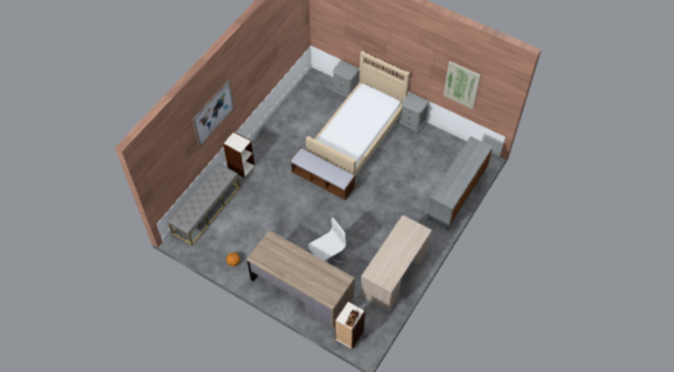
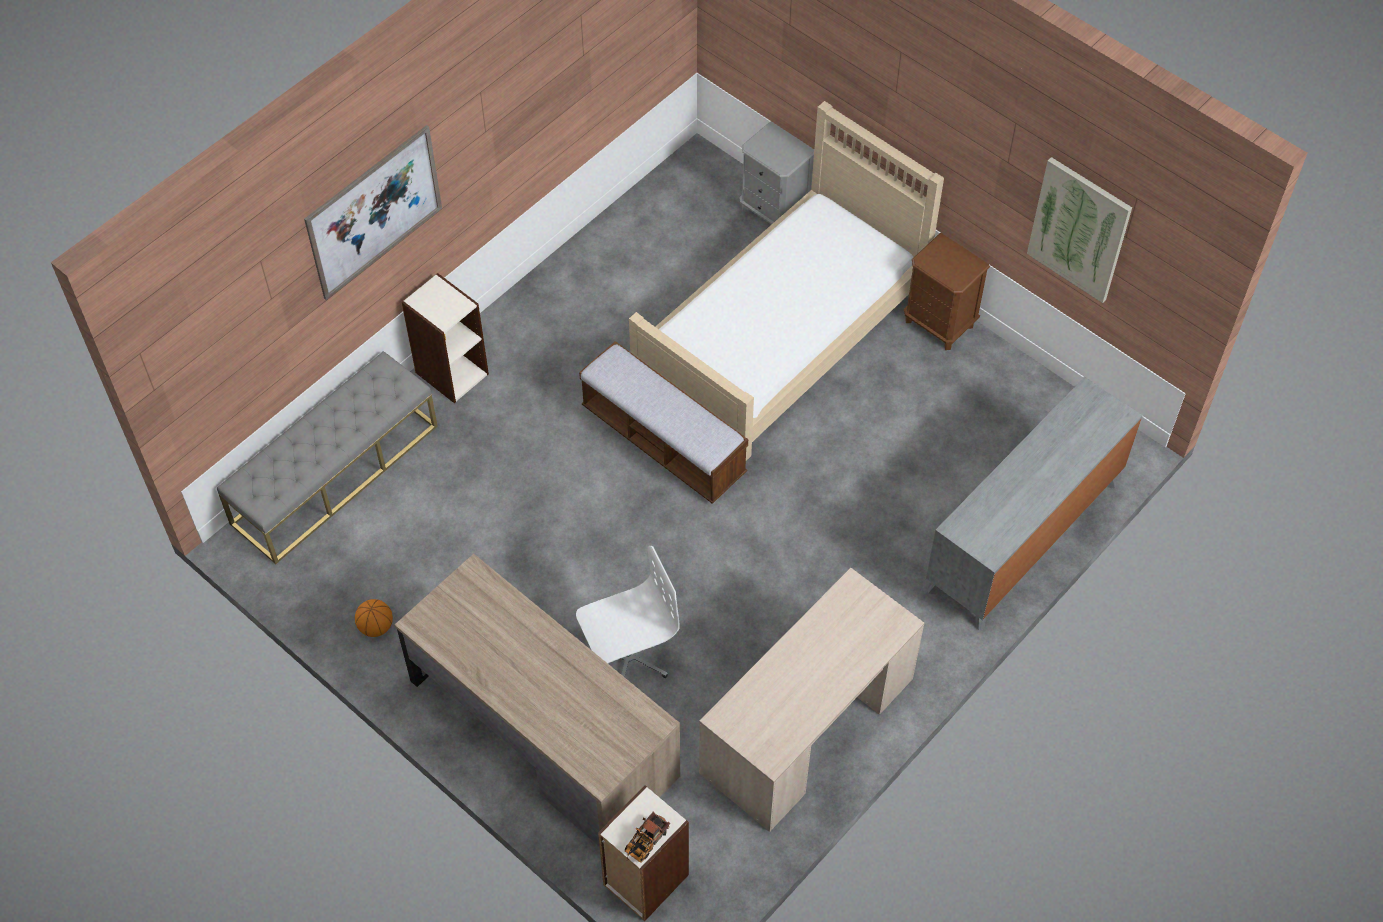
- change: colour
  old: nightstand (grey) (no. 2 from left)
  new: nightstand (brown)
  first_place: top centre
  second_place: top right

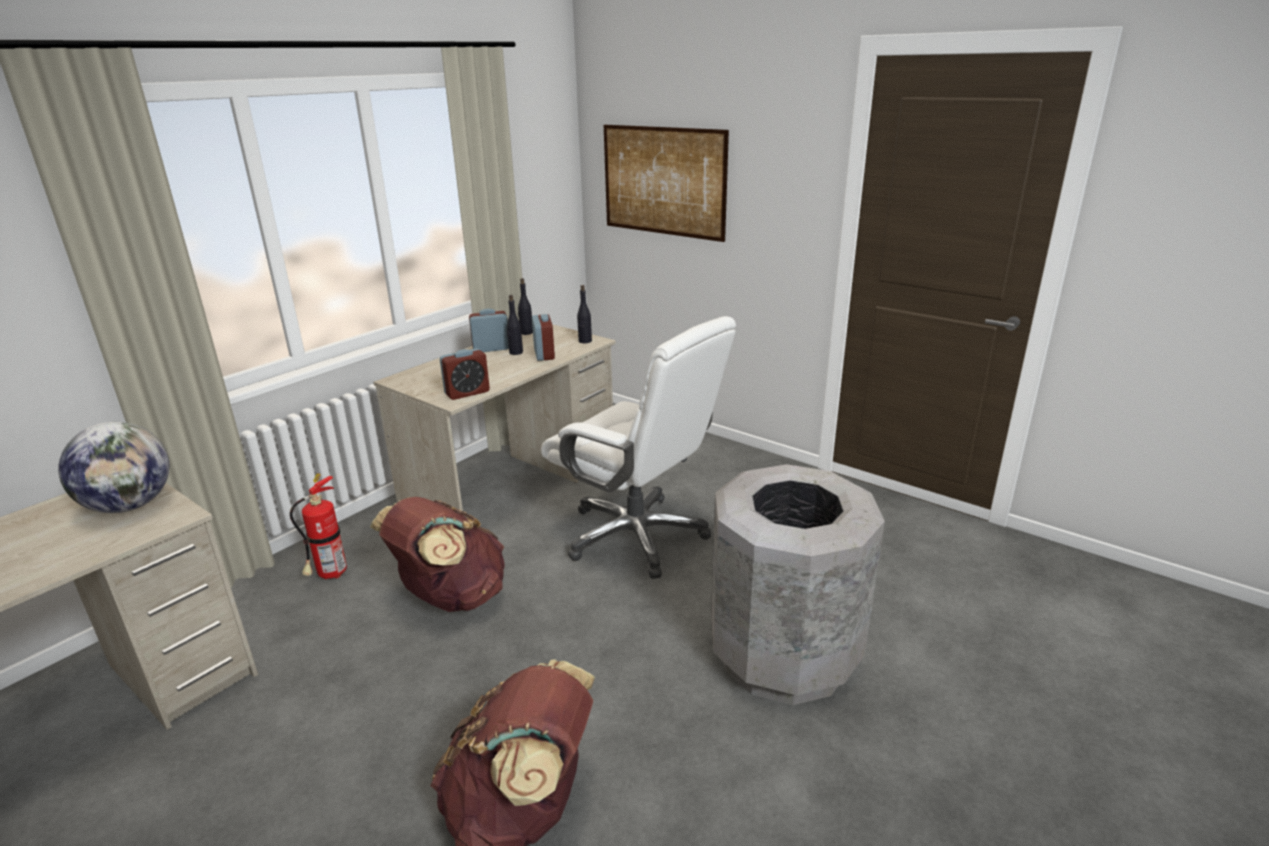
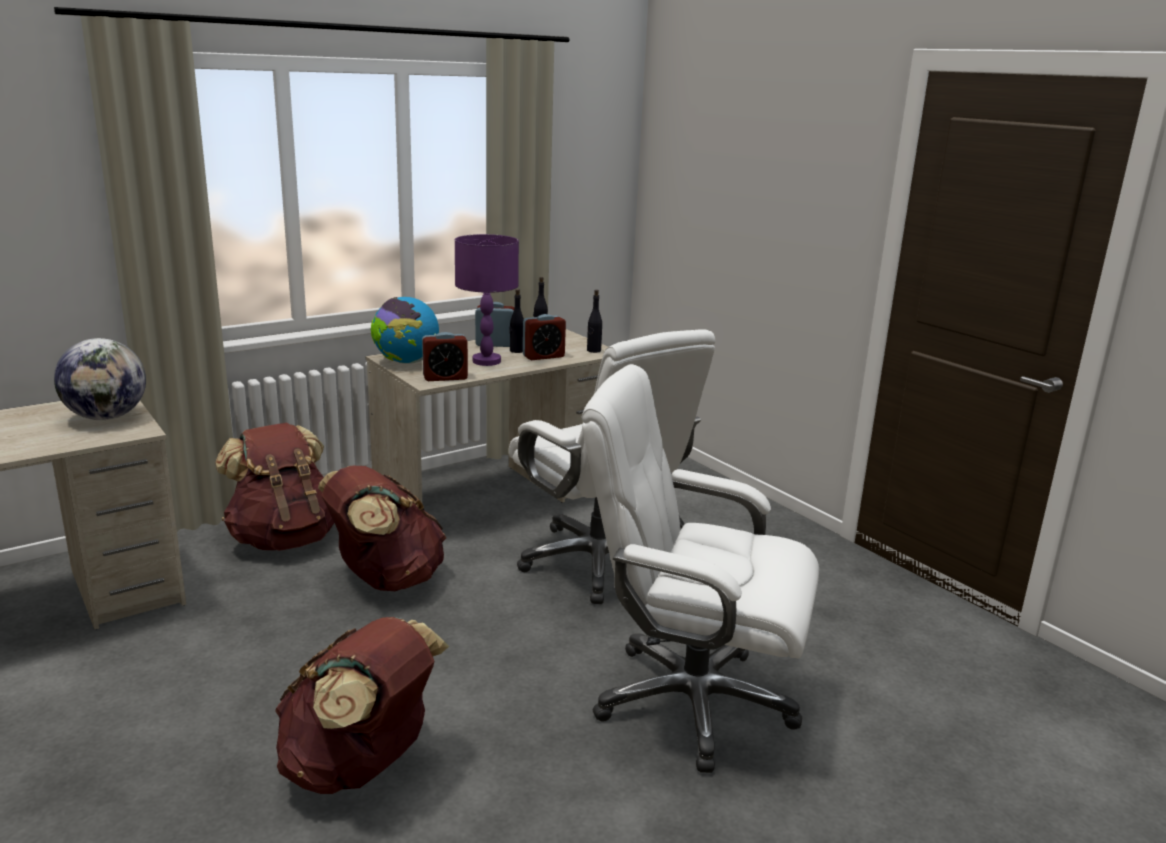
- change: exchanged
  old: fire extinguisher
  new: backpack (brown) (no. 1 from left)
  first_place: middle left
  second_place: middle left
- change: appeared
  new: globe (no. 2 from left)
  second_place: centre
- change: appeared
  new: table lamp (purple)
  second_place: centre
- change: spun
  old: alarm clock (no. 3 from left)
  first_place: centre
  second_place: centre
  degrees: 60
- change: exchanged
  old: trash can (grey)
  new: office chair (white) (no. 2 from left)
  first_place: bottom centre
  second_place: bottom centre
- change: missing
  old: picture
  first_place: top centre

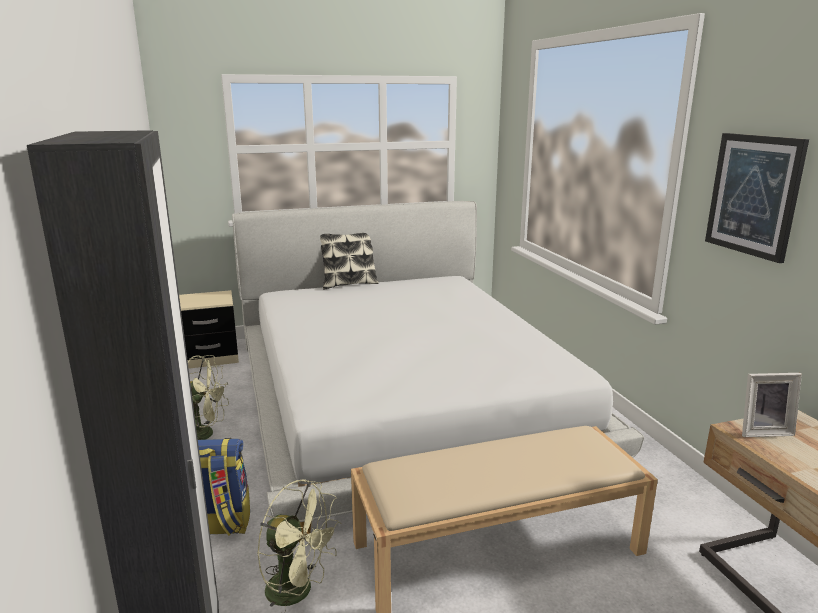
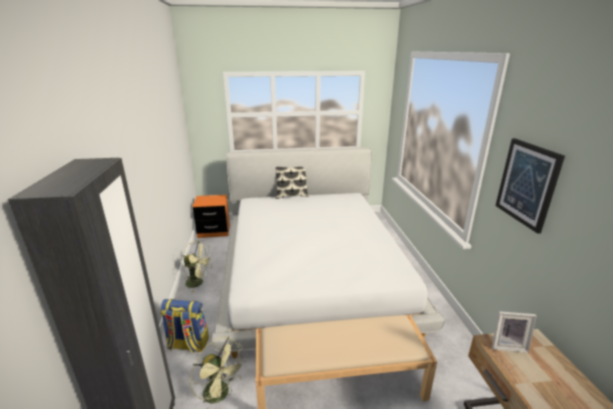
- change: colour
  old: nightstand (beige) (no. 1 from left)
  new: nightstand (orange)
  first_place: middle left
  second_place: centre

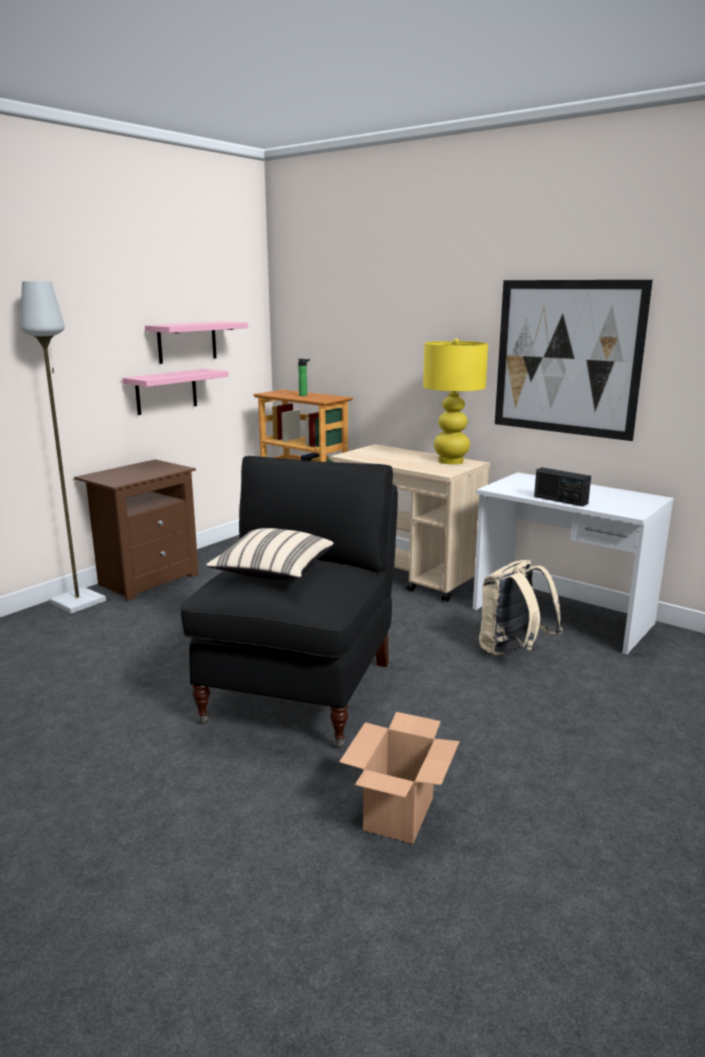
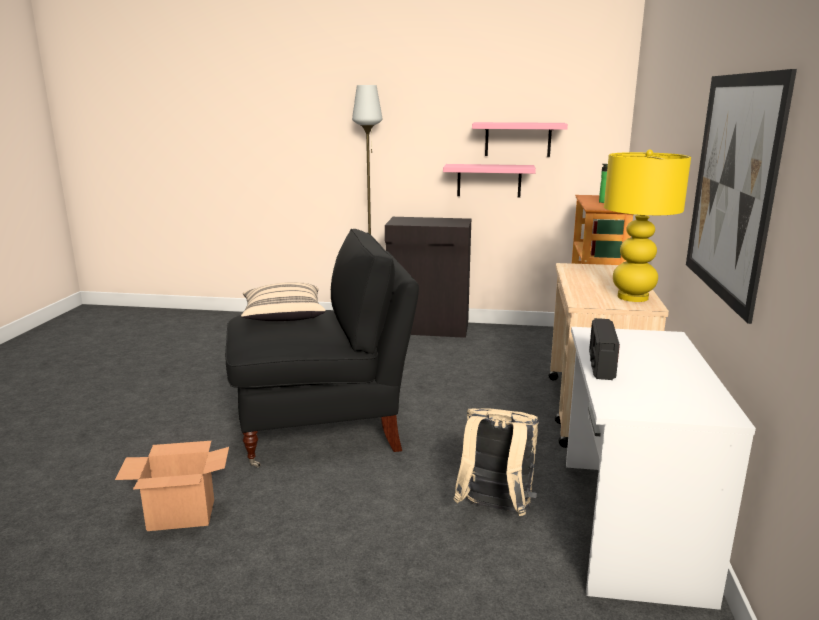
- change: exchanged
  old: nightstand (brown)
  new: cabinet (black)
  first_place: middle left
  second_place: centre

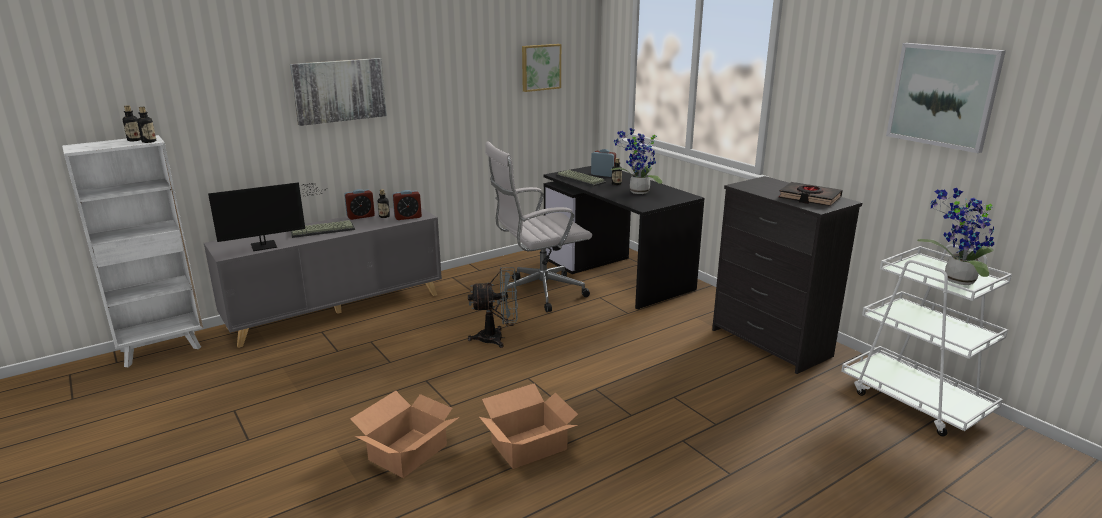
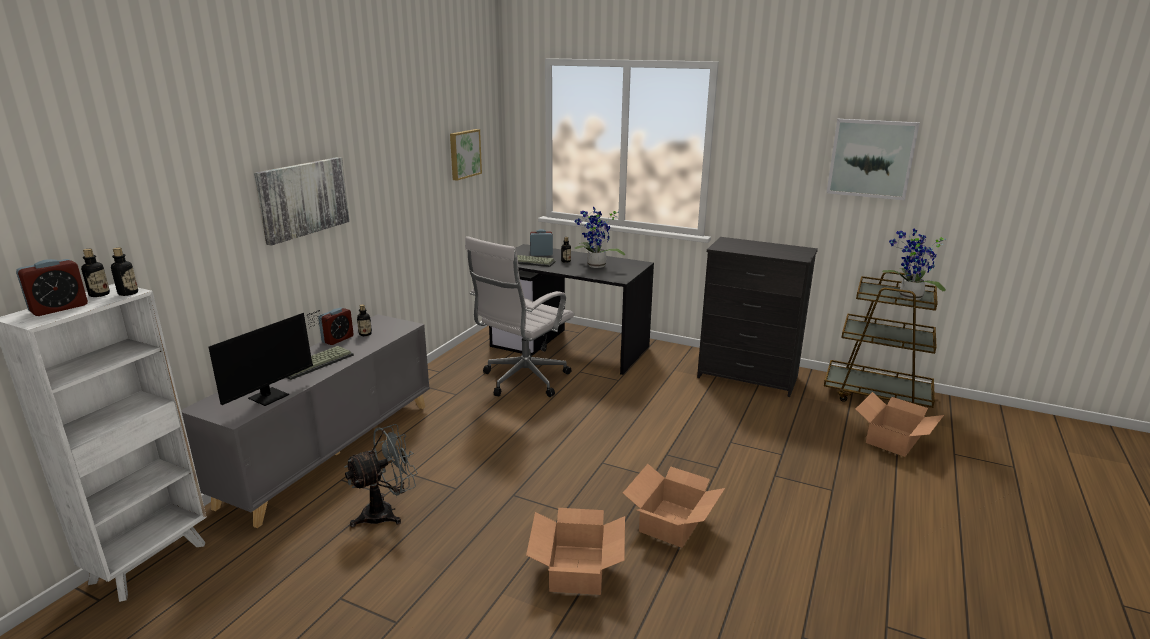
- change: relocated
  old: alarm clock (no. 2 from left in the first image)
  new: alarm clock (no. 1 from left)
  first_place: centre
  second_place: middle left
- change: relocated
  old: fan (grey)
  first_place: centre
  second_place: bottom left
- change: colour
  old: cart (white)
  new: cart (brown)
  first_place: middle right
  second_place: middle right
- change: appeared
  new: cardboard box (no. 3 from left)
  second_place: middle right
- change: missing
  old: book (black)
  first_place: middle right

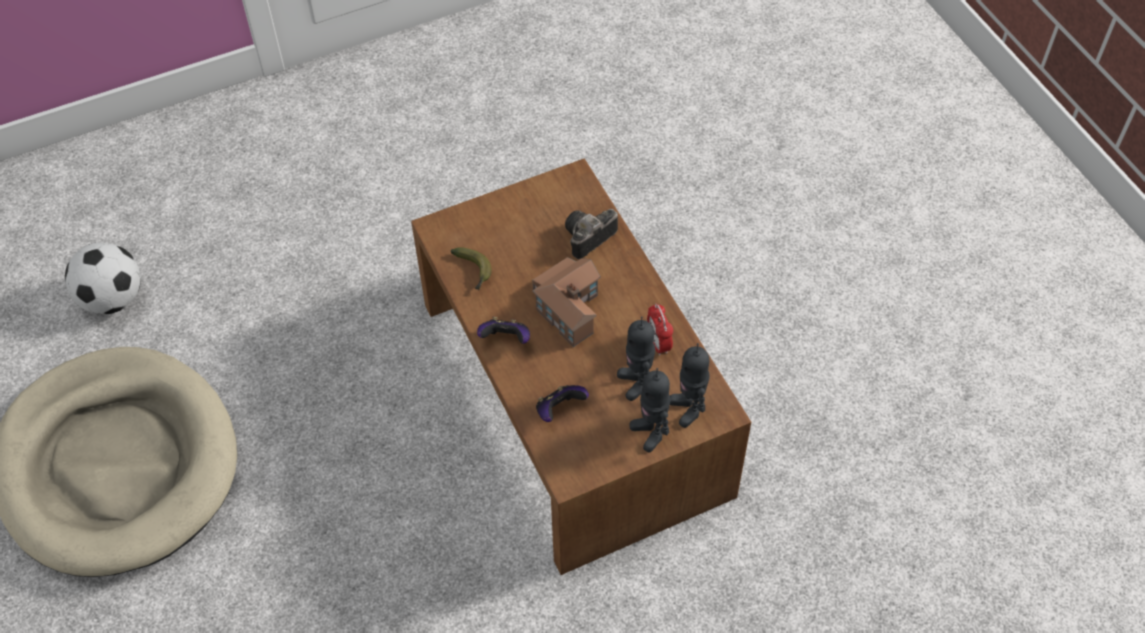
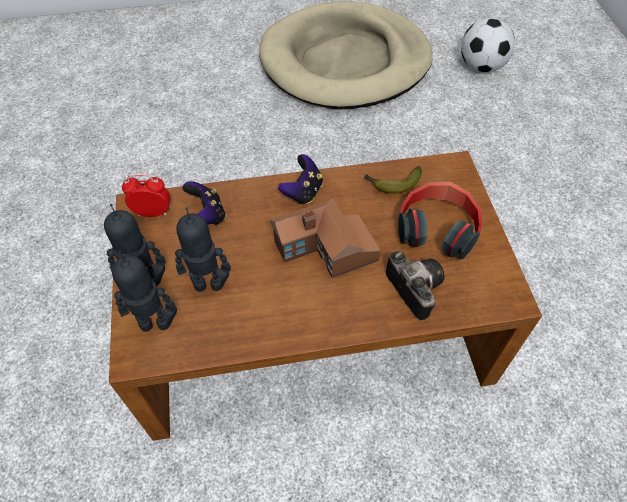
- change: relocated
  old: alarm clock
  first_place: centre
  second_place: middle left
- change: appeared
  new: headphones
  second_place: middle right

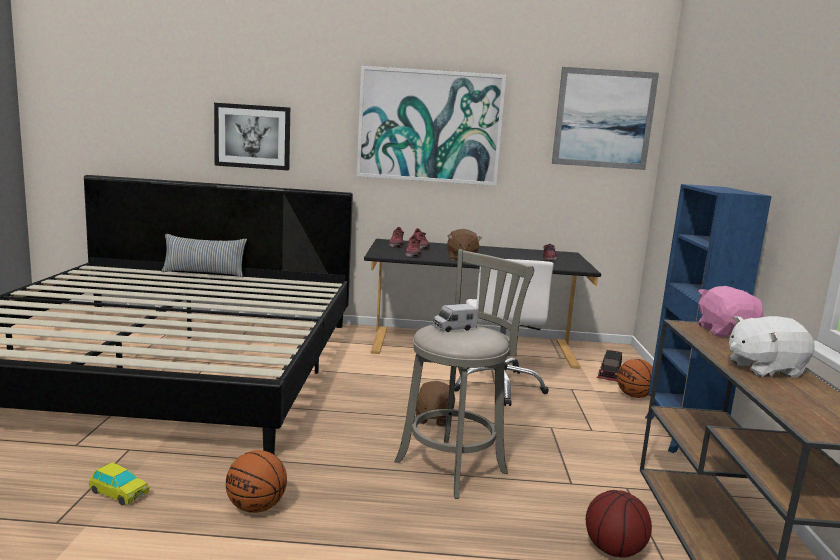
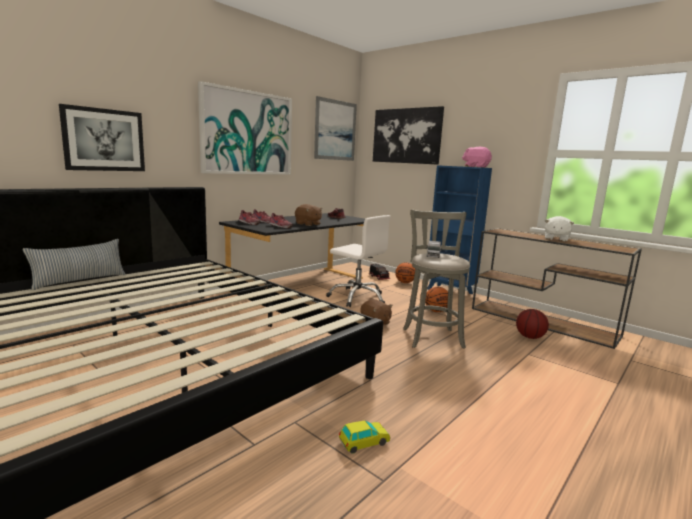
- change: appeared
  new: picture (no. 4 from left)
  second_place: top centre
- change: relocated
  old: basketball (no. 1 from left in the first image)
  new: basketball (no. 2 from left)
  first_place: bottom left
  second_place: centre
- change: relocated
  old: plush toy (pink)
  first_place: middle right
  second_place: top right

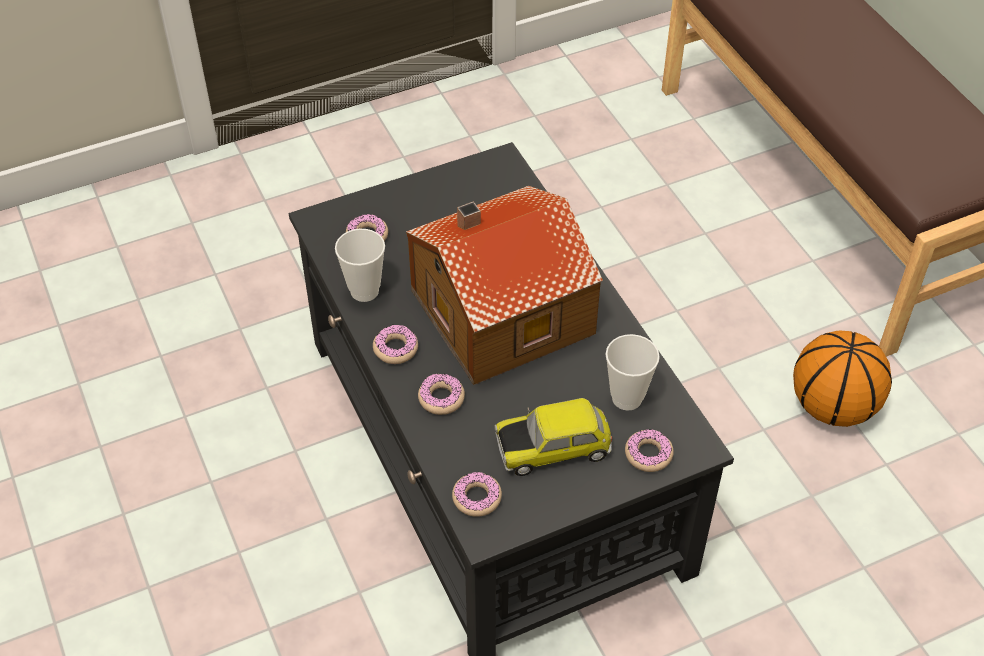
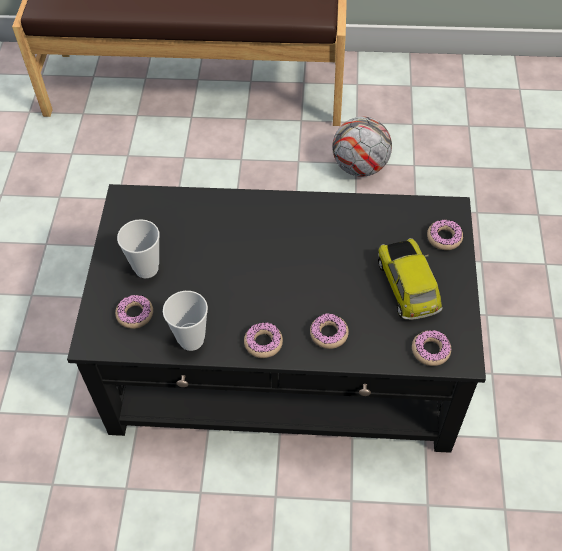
- change: relocated
  old: cup (no. 2 from left in the first image)
  new: cup (no. 1 from left)
  first_place: centre
  second_place: middle left
- change: exchanged
  old: basketball
  new: football
  first_place: middle right
  second_place: top centre
- change: spun
  old: toy car
  first_place: centre
  second_place: middle right
  degrees: 150
- change: missing
  old: toy house
  first_place: centre

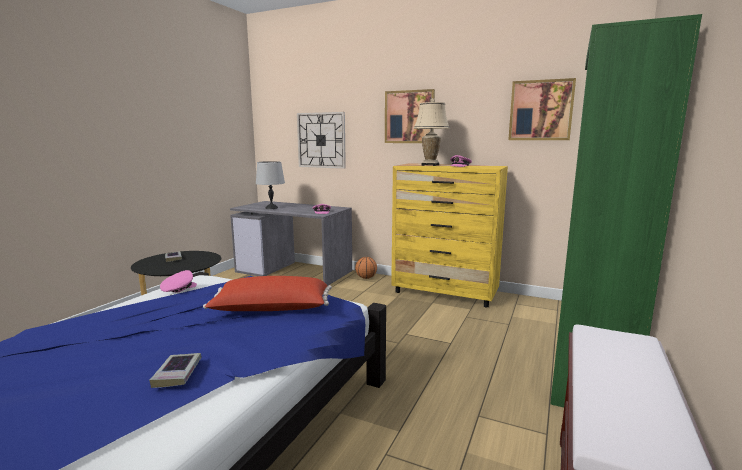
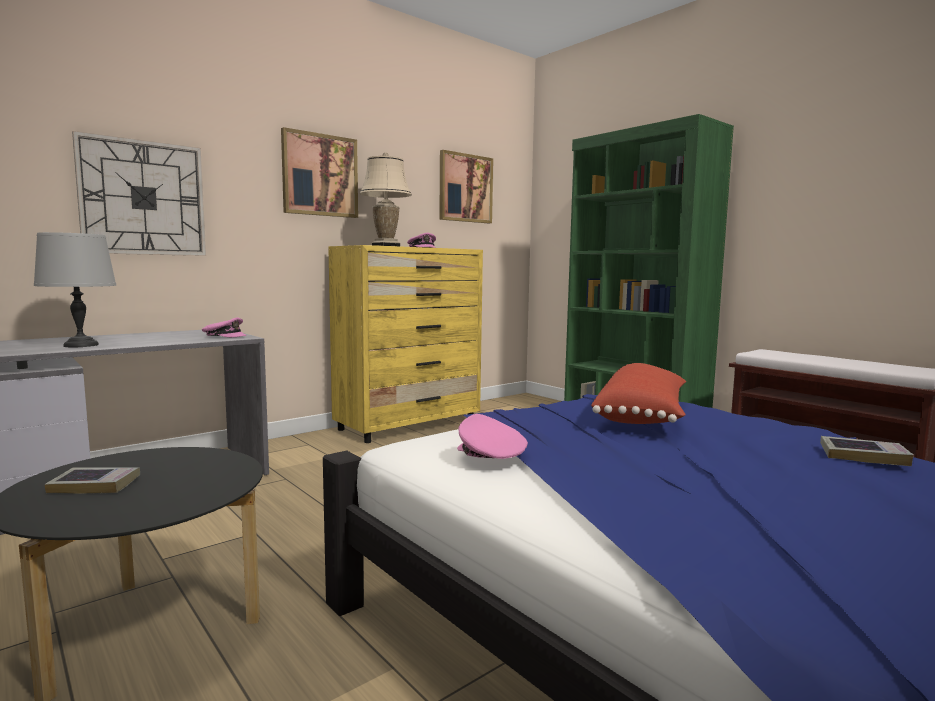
- change: missing
  old: basketball
  first_place: centre

